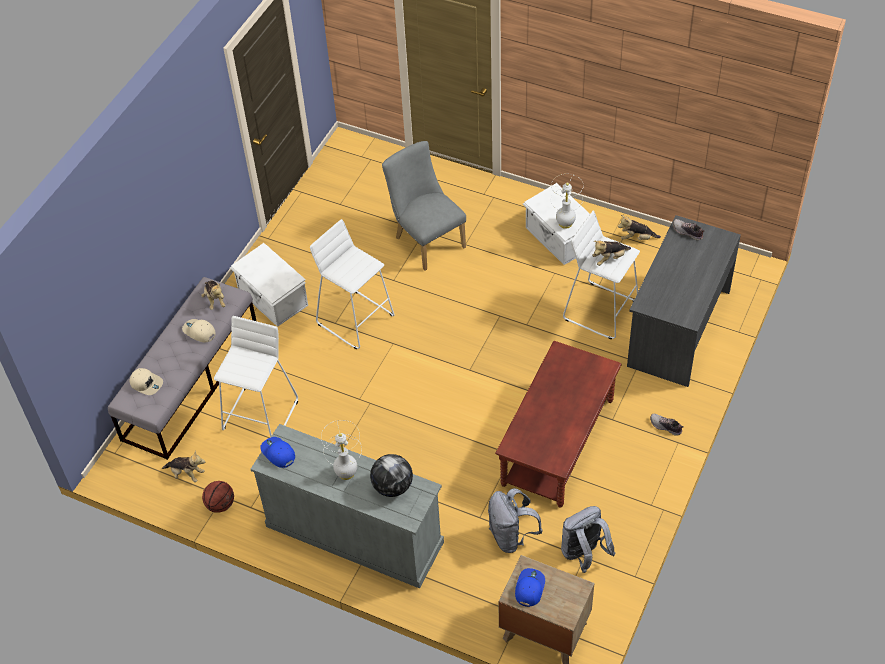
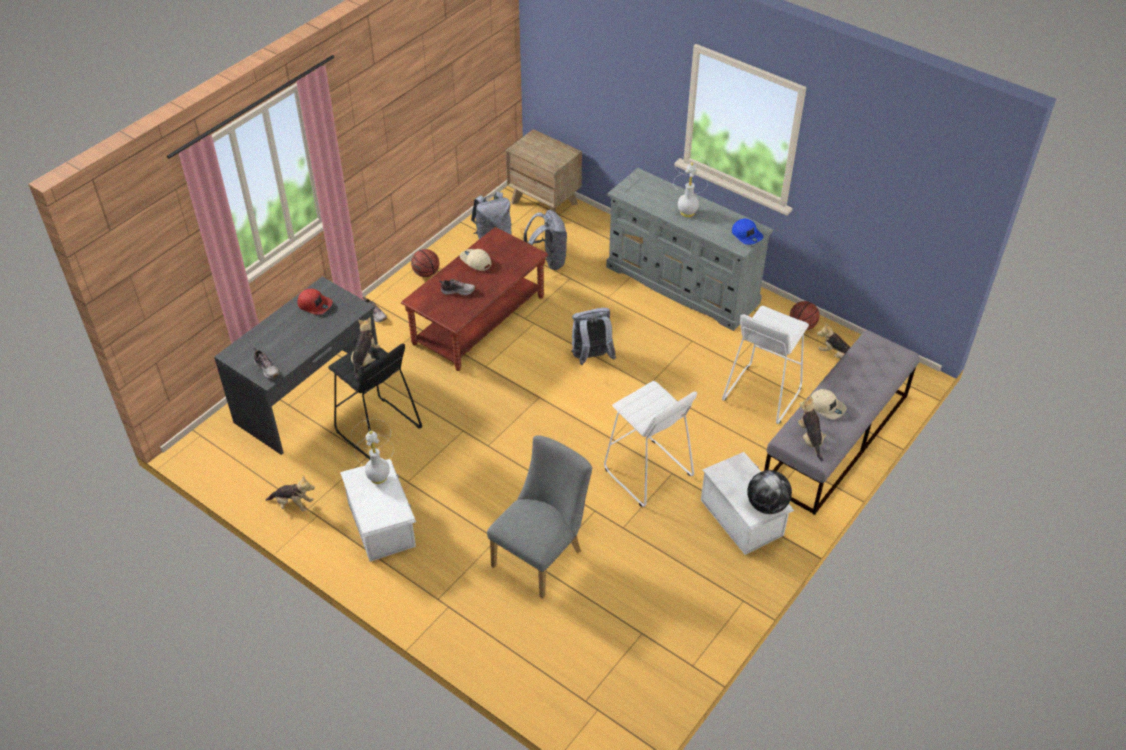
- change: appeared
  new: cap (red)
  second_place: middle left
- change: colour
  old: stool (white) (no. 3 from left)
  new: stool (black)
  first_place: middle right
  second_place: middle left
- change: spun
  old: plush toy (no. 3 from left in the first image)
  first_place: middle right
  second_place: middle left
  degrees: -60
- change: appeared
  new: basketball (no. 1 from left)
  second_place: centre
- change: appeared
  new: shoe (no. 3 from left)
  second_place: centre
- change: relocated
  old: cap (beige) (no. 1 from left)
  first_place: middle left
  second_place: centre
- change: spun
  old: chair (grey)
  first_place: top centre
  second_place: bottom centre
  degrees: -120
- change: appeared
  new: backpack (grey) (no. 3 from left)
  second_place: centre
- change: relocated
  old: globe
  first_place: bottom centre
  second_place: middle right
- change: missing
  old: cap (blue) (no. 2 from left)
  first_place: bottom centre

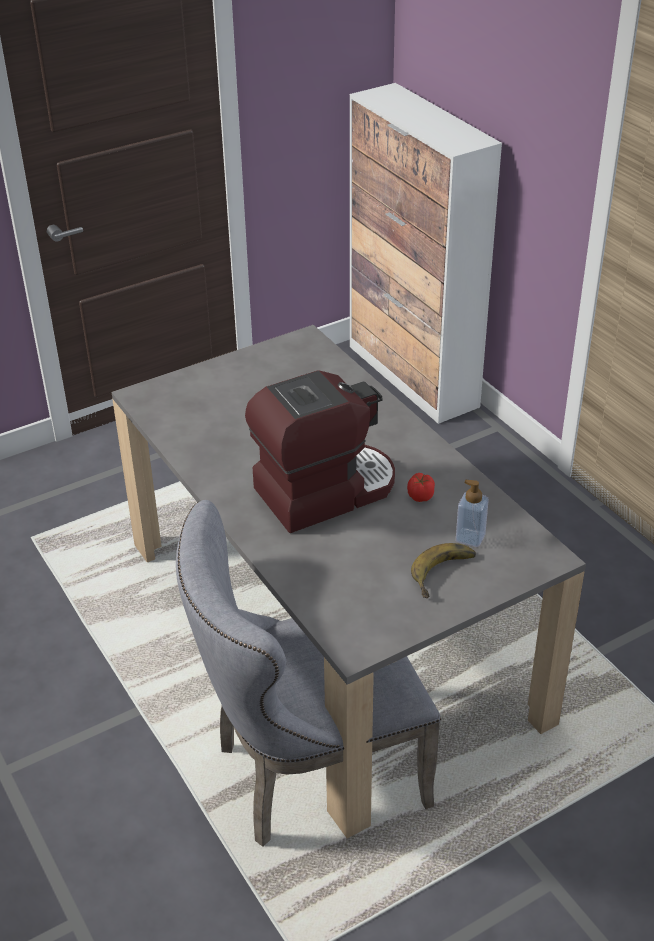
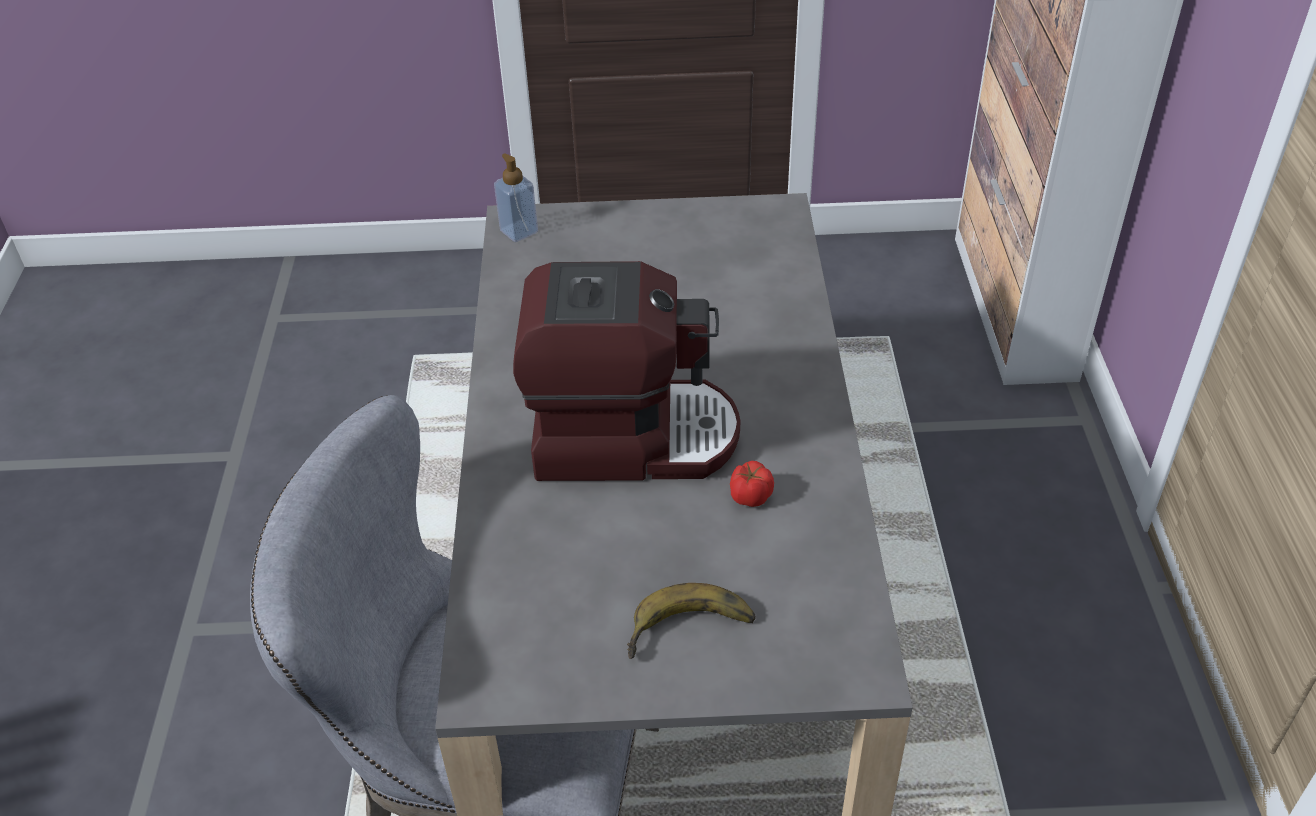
- change: relocated
  old: soap dispenser
  first_place: middle right
  second_place: top centre

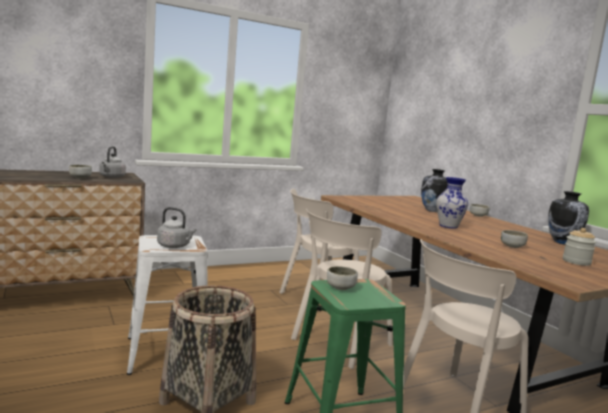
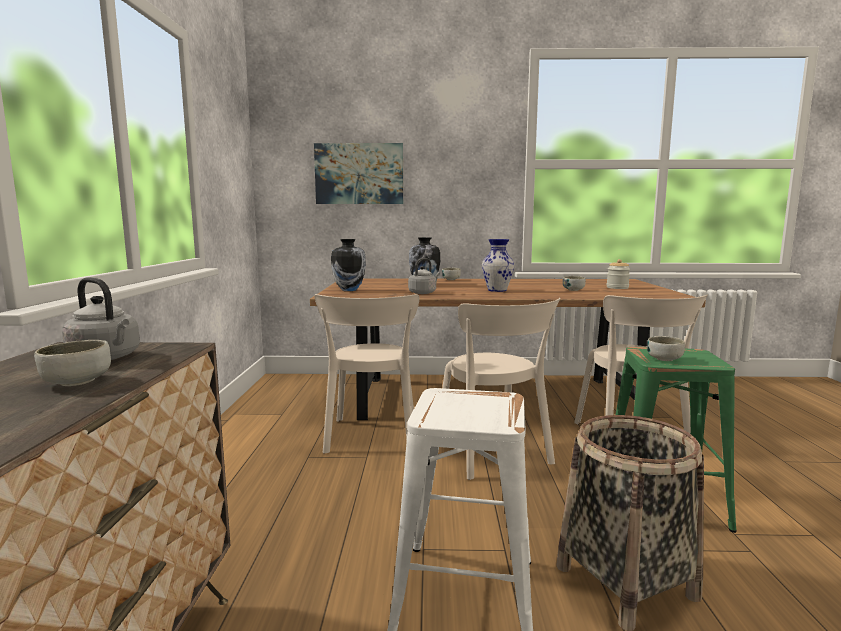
- change: appeared
  new: picture
  second_place: top centre
- change: relocated
  old: vase (no. 3 from left in the first image)
  new: vase (no. 1 from left)
  first_place: middle right
  second_place: centre
- change: relocated
  old: kettle (grey) (no. 2 from left)
  first_place: middle left
  second_place: centre

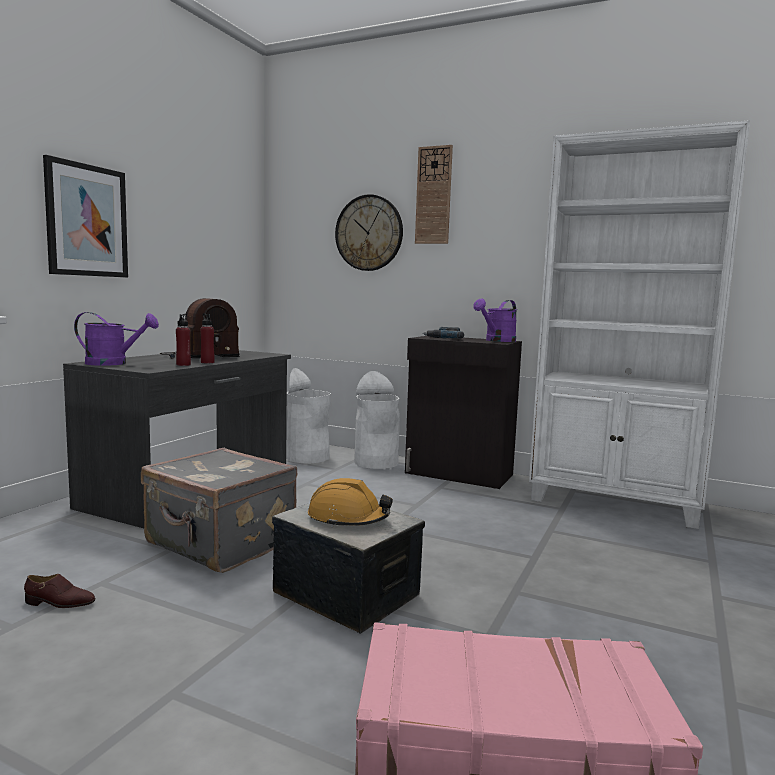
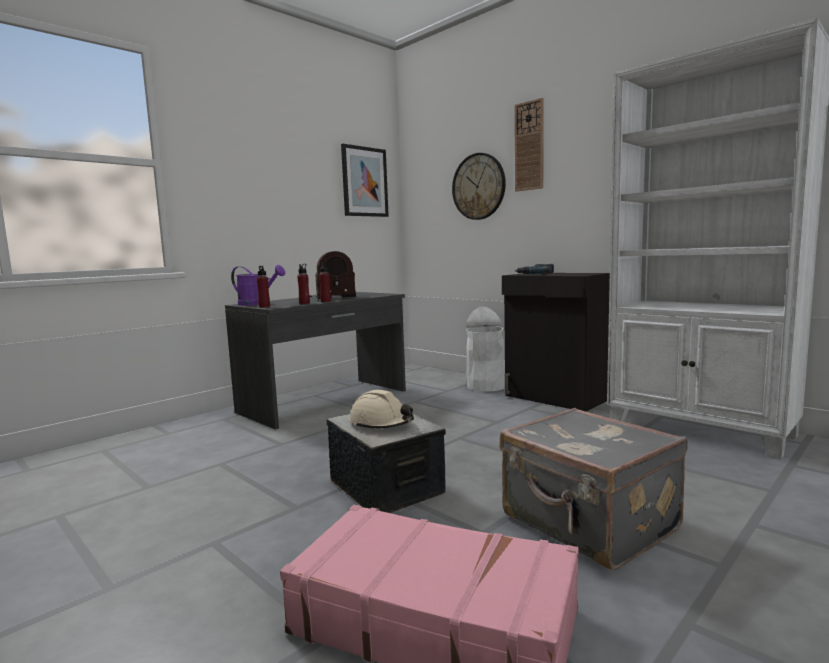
- change: appeared
  new: bottle (red) (no. 1 from left)
  second_place: middle left
- change: relocated
  old: picture
  first_place: top left
  second_place: top centre
- change: colour
  old: hard hat (orange)
  new: hard hat (beige)
  first_place: centre
  second_place: centre
- change: relocated
  old: suitcase (grey)
  first_place: middle left
  second_place: bottom right
- change: missing
  old: shoe (brown)
  first_place: bottom left
- change: missing
  old: trash can (white) (no. 1 from left)
  first_place: centre
- change: missing
  old: watering can (purple) (no. 2 from left)
  first_place: centre

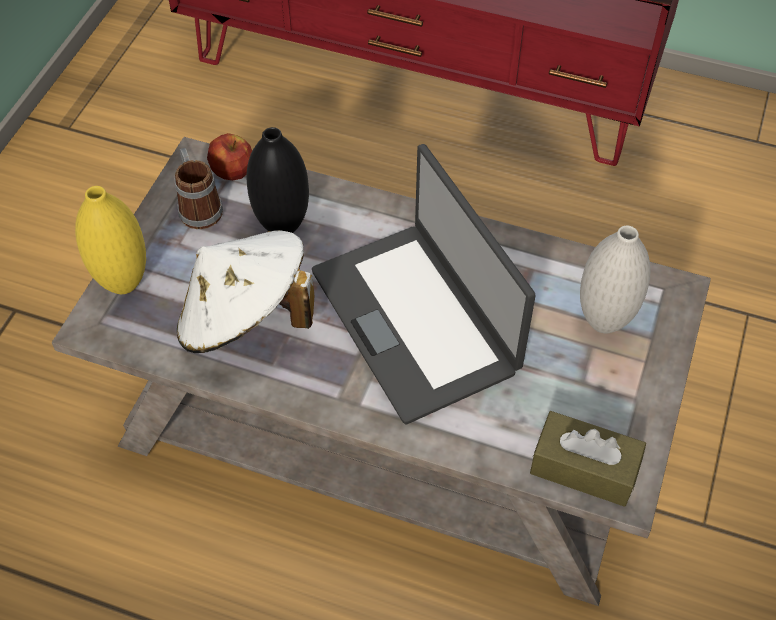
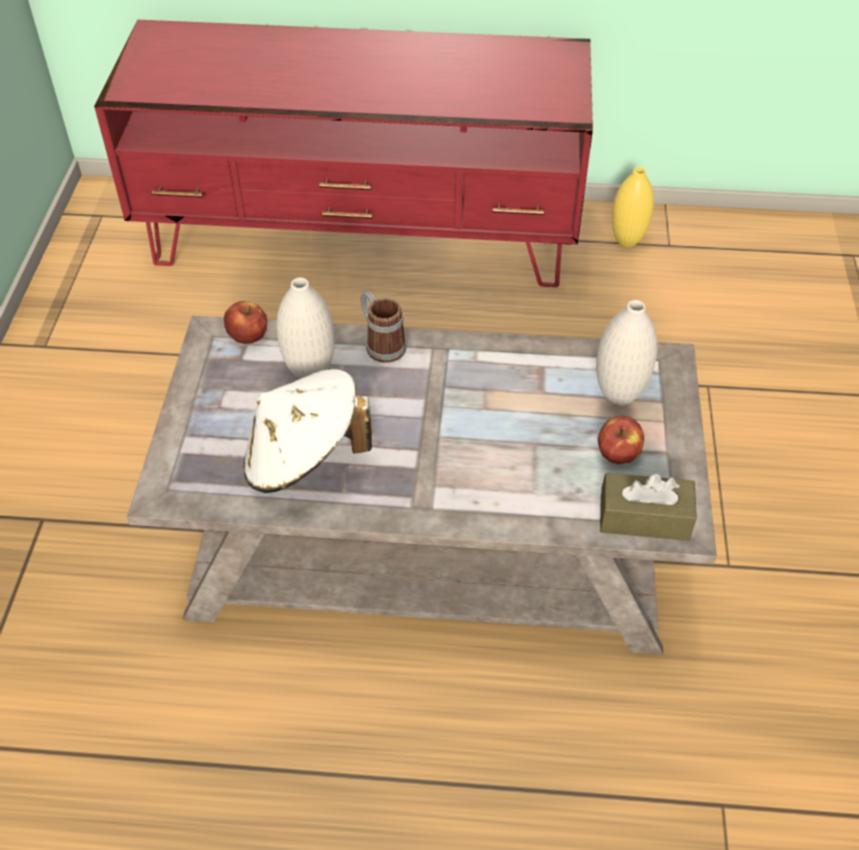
- change: colour
  old: vase (black)
  new: vase (white) (no. 1 from left)
  first_place: top centre
  second_place: centre
- change: relocated
  old: mug
  first_place: top left
  second_place: centre
- change: appeared
  new: apple (no. 2 from left)
  second_place: middle right
- change: relocated
  old: vase (yellow)
  first_place: middle left
  second_place: top right
- change: missing
  old: laptop
  first_place: centre

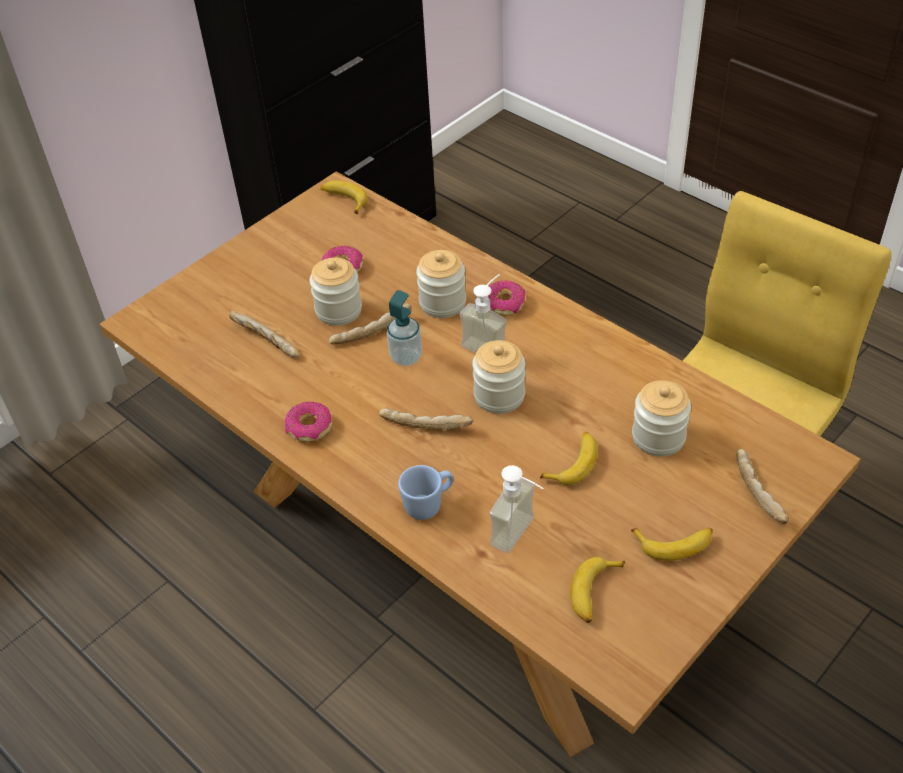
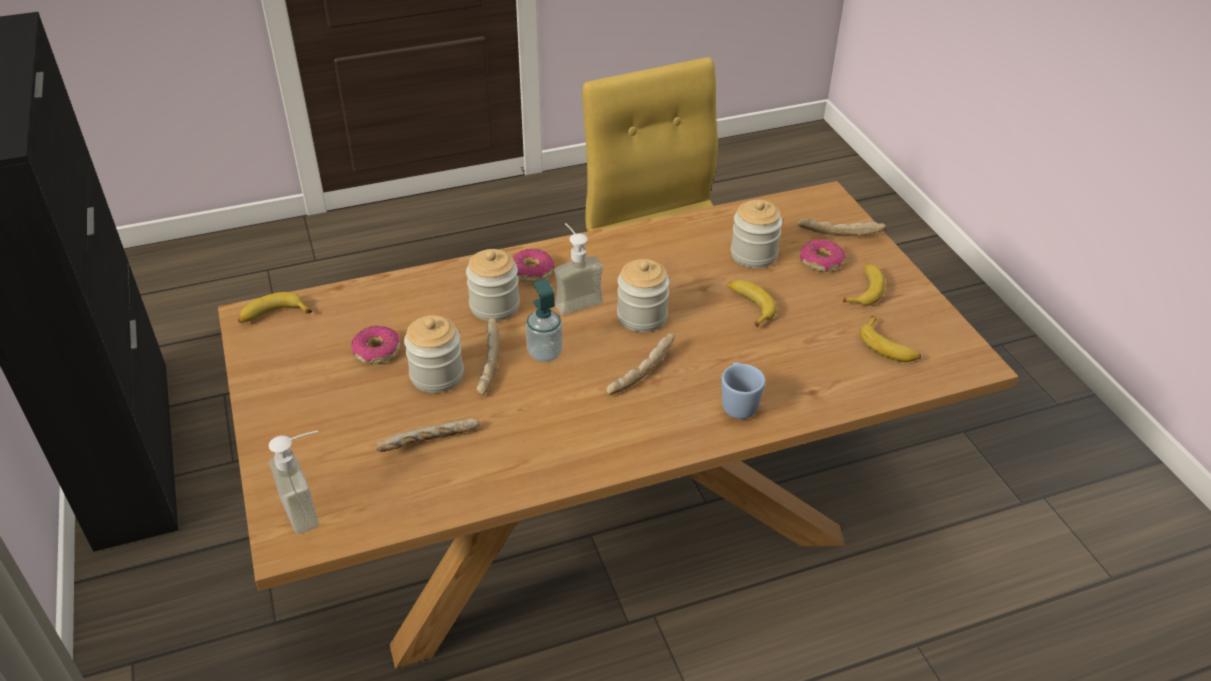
- change: relocated
  old: soap dispenser (no. 3 from left in the first image)
  new: soap dispenser (no. 1 from left)
  first_place: centre
  second_place: bottom left
- change: relocated
  old: donut (no. 1 from left in the first image)
  new: donut (no. 3 from left)
  first_place: centre
  second_place: middle right

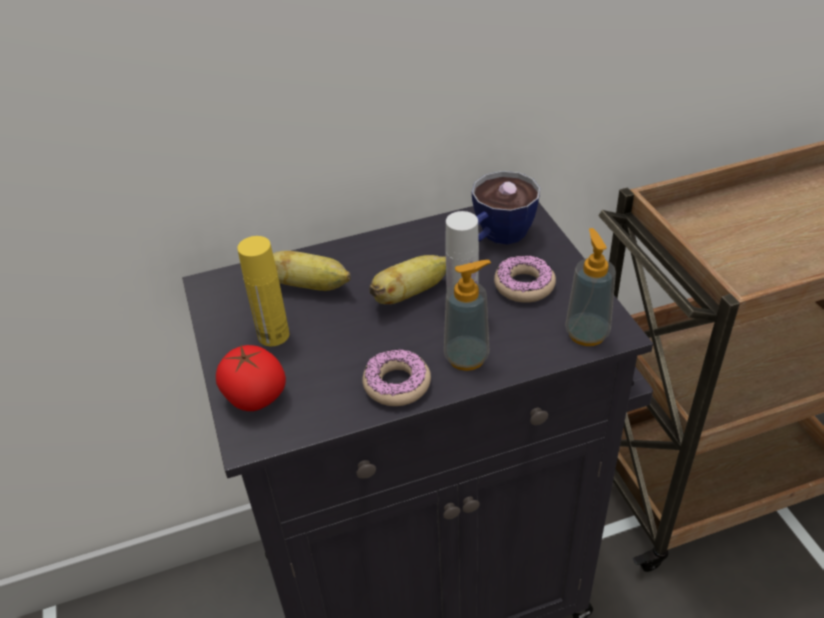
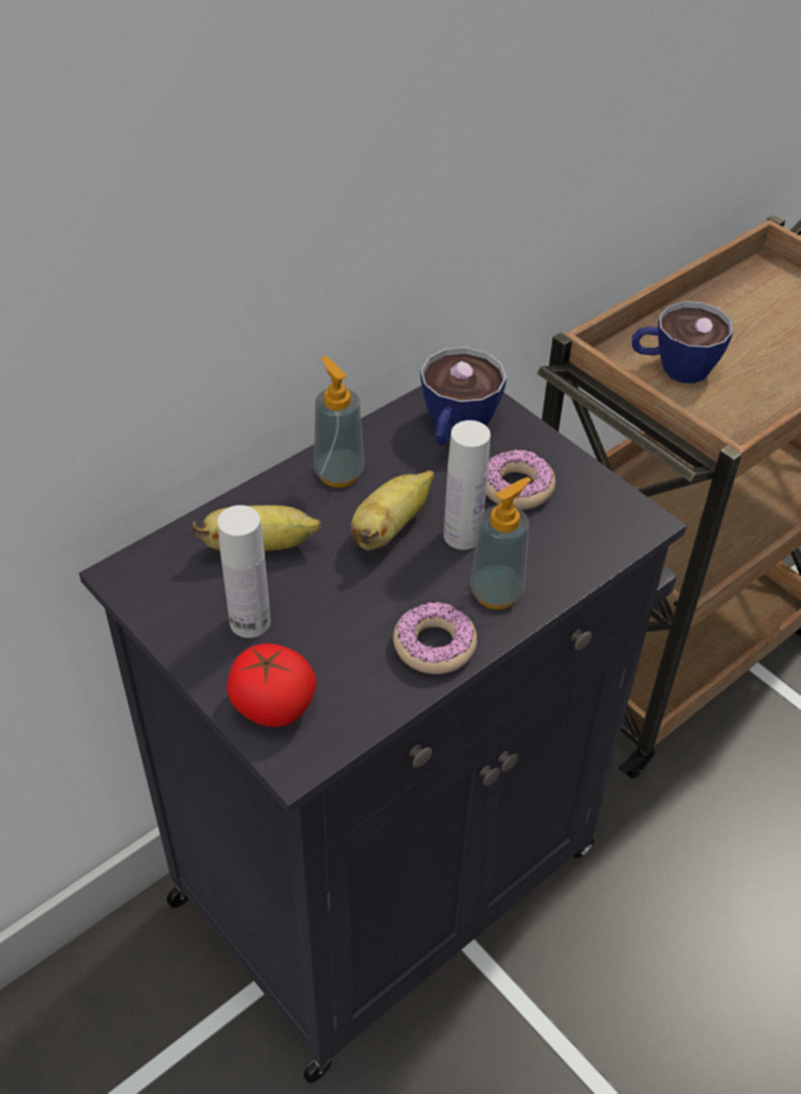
- change: colour
  old: bottle (yellow)
  new: bottle (white) (no. 1 from left)
  first_place: middle left
  second_place: middle left
- change: relocated
  old: soap dispenser (no. 2 from left in the first image)
  new: soap dispenser (no. 1 from left)
  first_place: middle right
  second_place: centre
- change: appeared
  new: cup (no. 2 from left)
  second_place: top right

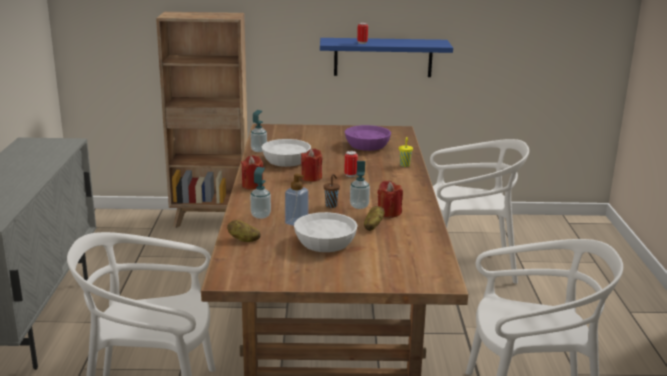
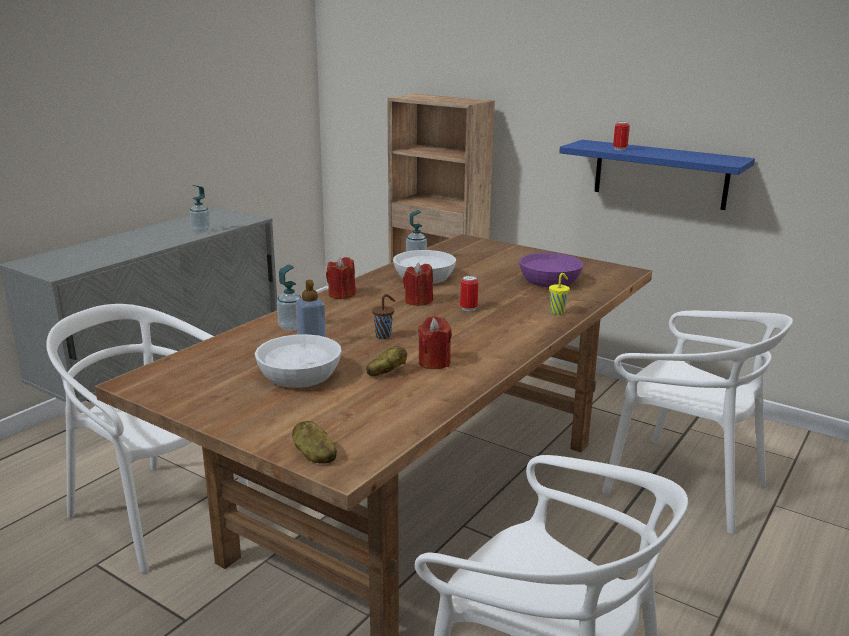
- change: relocated
  old: soap dispenser (no. 4 from left in the first image)
  new: soap dispenser (no. 1 from left)
  first_place: centre
  second_place: top left
- change: relocated
  old: potato (no. 1 from left)
  first_place: centre
  second_place: bottom centre

